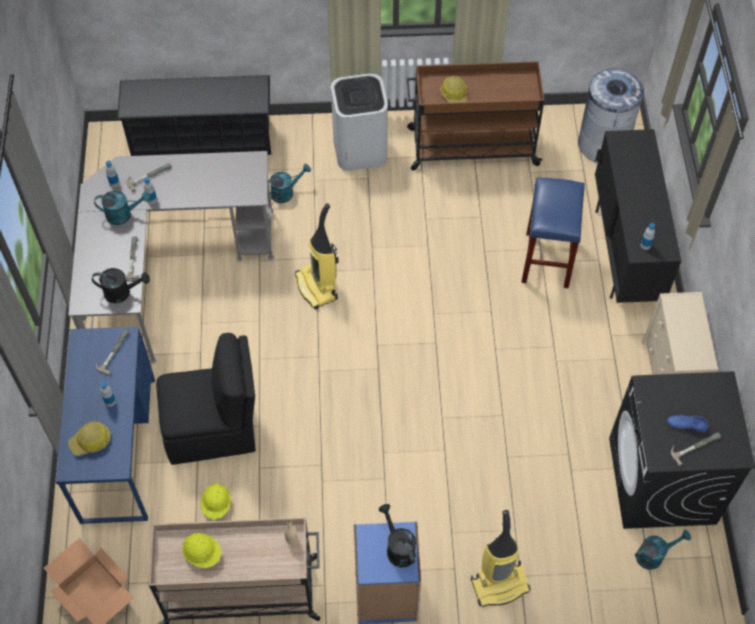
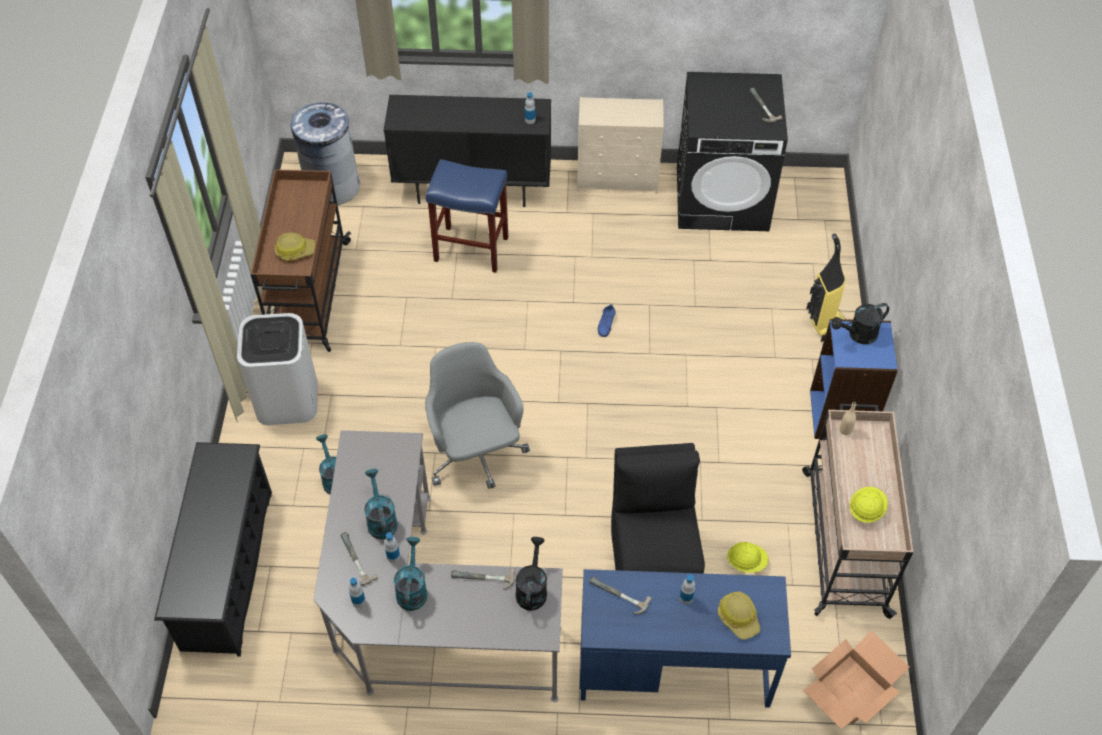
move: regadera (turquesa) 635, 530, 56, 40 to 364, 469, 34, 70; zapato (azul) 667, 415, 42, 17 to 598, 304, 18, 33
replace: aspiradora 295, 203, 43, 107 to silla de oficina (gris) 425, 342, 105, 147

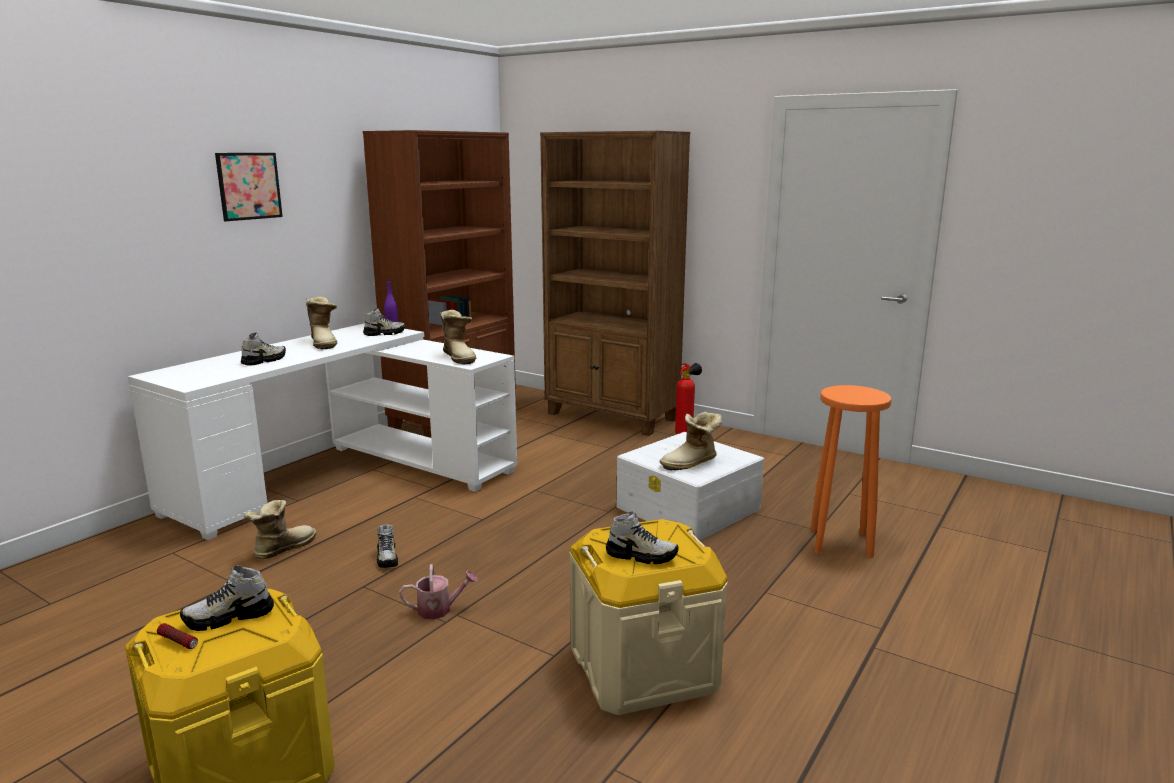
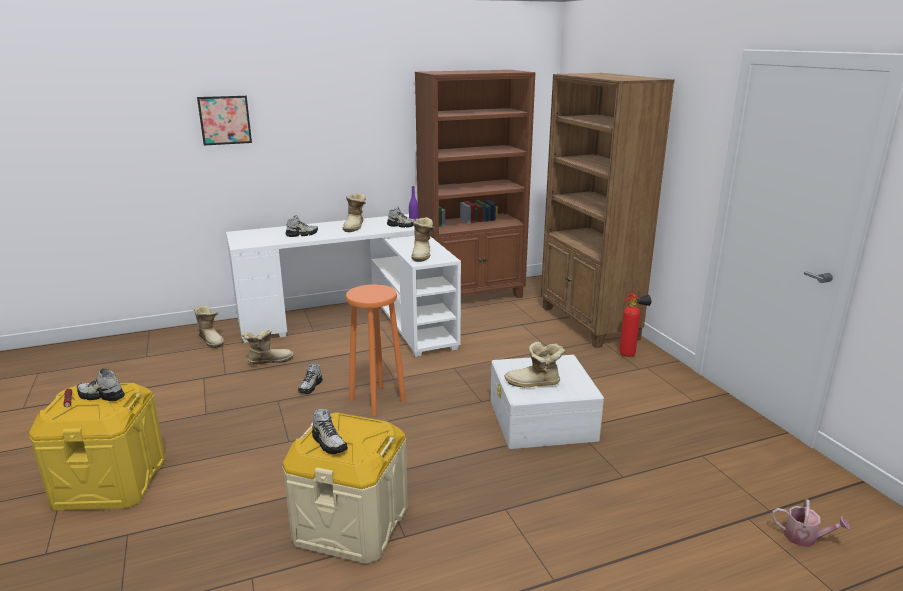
insert: bota 194, 305, 31, 43
move: cuadro 215, 153, 68, 68 to 197, 96, 55, 50; regadera 399, 564, 79, 56 to 772, 499, 78, 48; taburete (naranja) 811, 385, 80, 173 to 346, 284, 60, 132

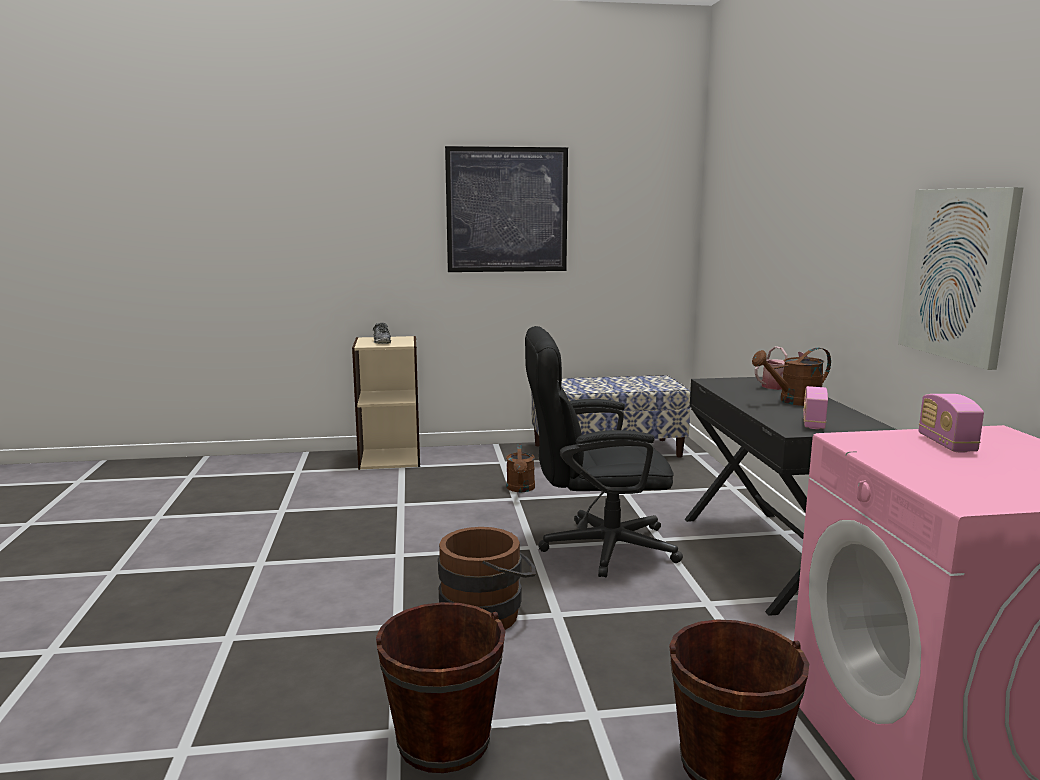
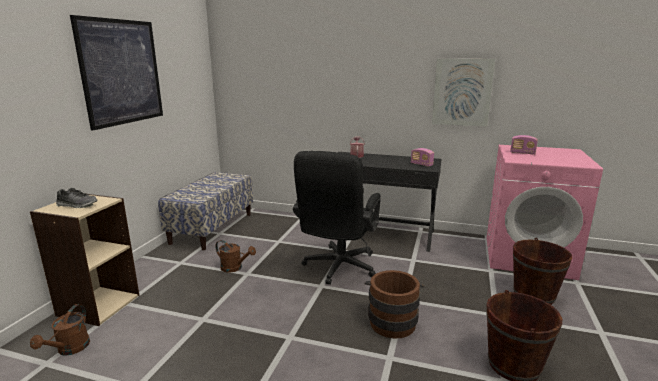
move: regadera (marrón) 752, 348, 79, 58 to 30, 304, 60, 52

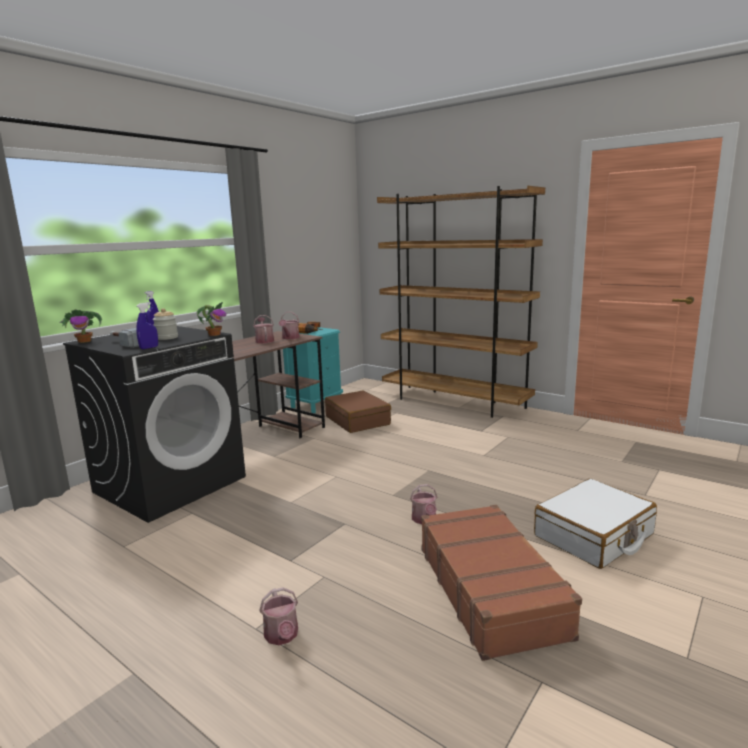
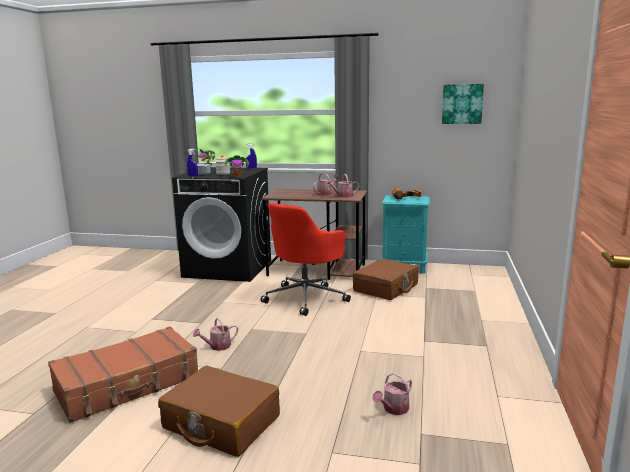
delete: estantería (marrón) 377, 186, 168, 232
insert: silla de oficina (rojo) 261, 203, 90, 113; cuadro 442, 84, 42, 40
move: regadera 259, 587, 39, 58 to 372, 373, 40, 42
recolor: maleta (blanco) 534, 479, 123, 90 to maleta (marrón) 158, 366, 122, 91

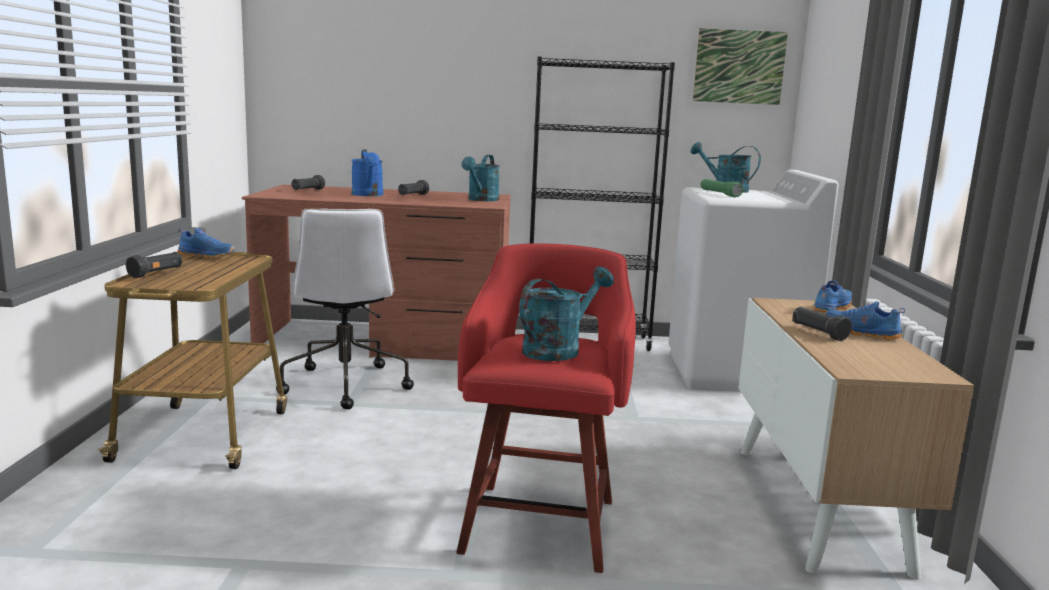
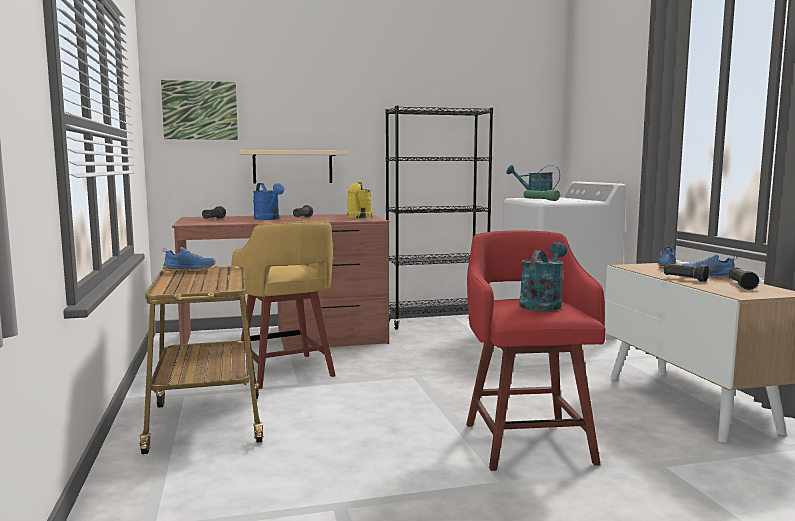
insert: estante (beis) 240, 150, 109, 34
move: linterna (negro) 126, 252, 57, 26 to 729, 268, 30, 22; cuadro 693, 28, 95, 77 to 161, 80, 77, 60
replace: silla de oficina (blanco) 276, 208, 138, 201 to taburete (amarillo) 231, 221, 105, 168
recolor: regadera (turquesa) 461, 155, 39, 46 to regadera (amarillo) 347, 182, 25, 36

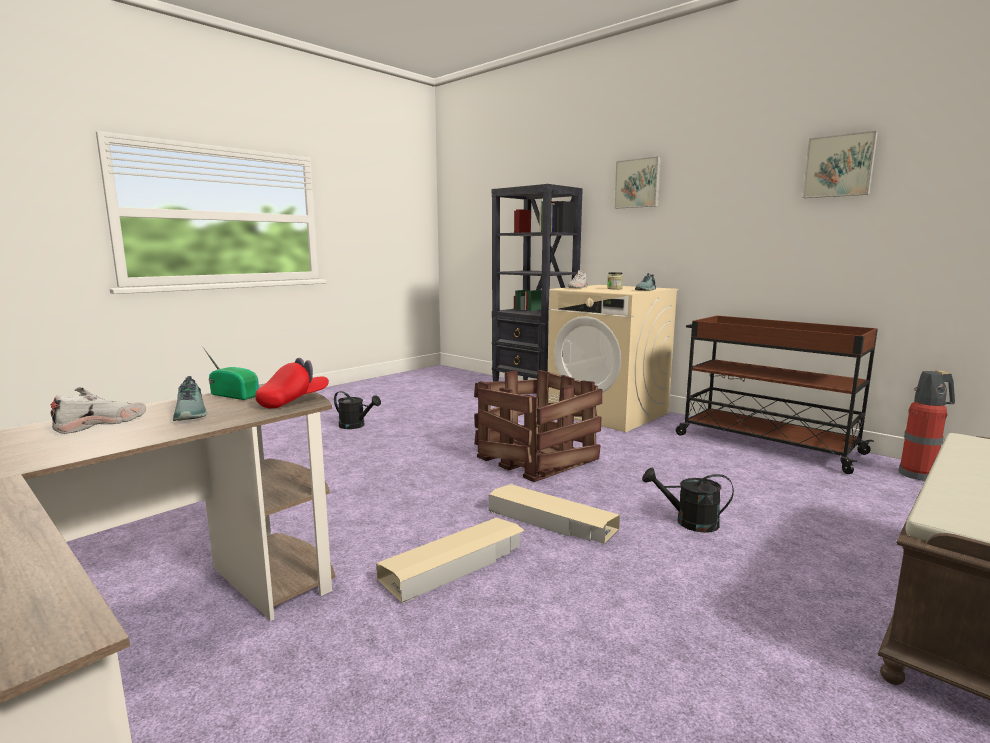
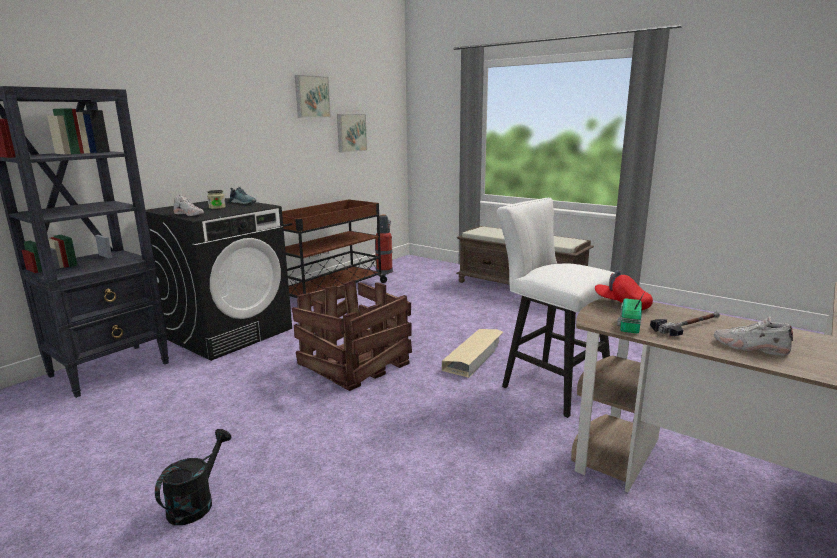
delete: regadera (negro) 642, 468, 92, 65
move: cuadro 614, 156, 47, 52 to 337, 114, 30, 39
replace: zapato 173, 376, 35, 45 to martillo 650, 312, 70, 24; caja de almacenaje (beis) 377, 518, 148, 85 to taburete (blanco) 497, 198, 118, 220
recolor: lavadora (beis) 548, 285, 130, 147 to lavadora (negro) 146, 198, 146, 163

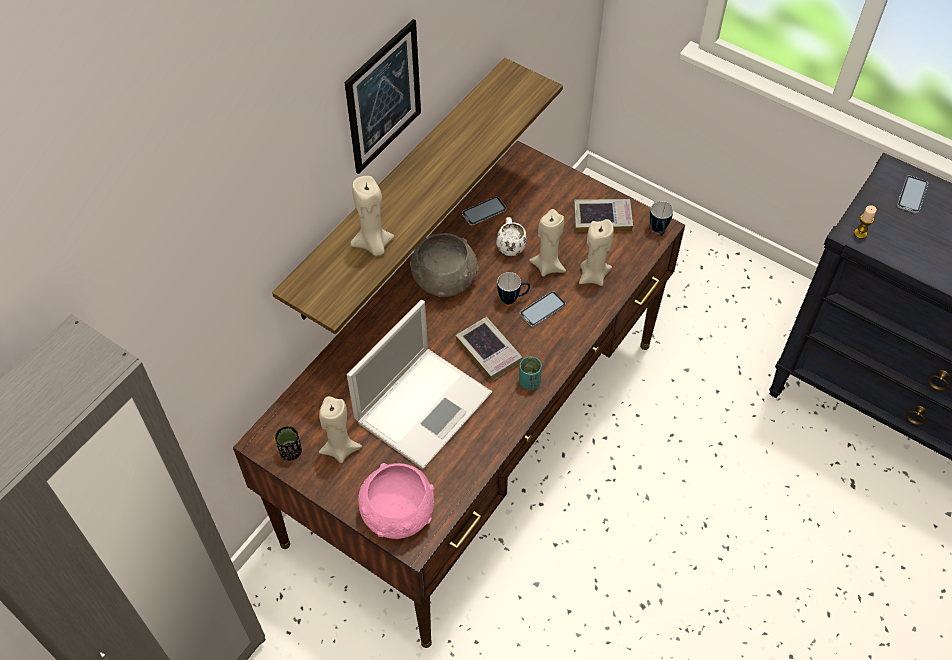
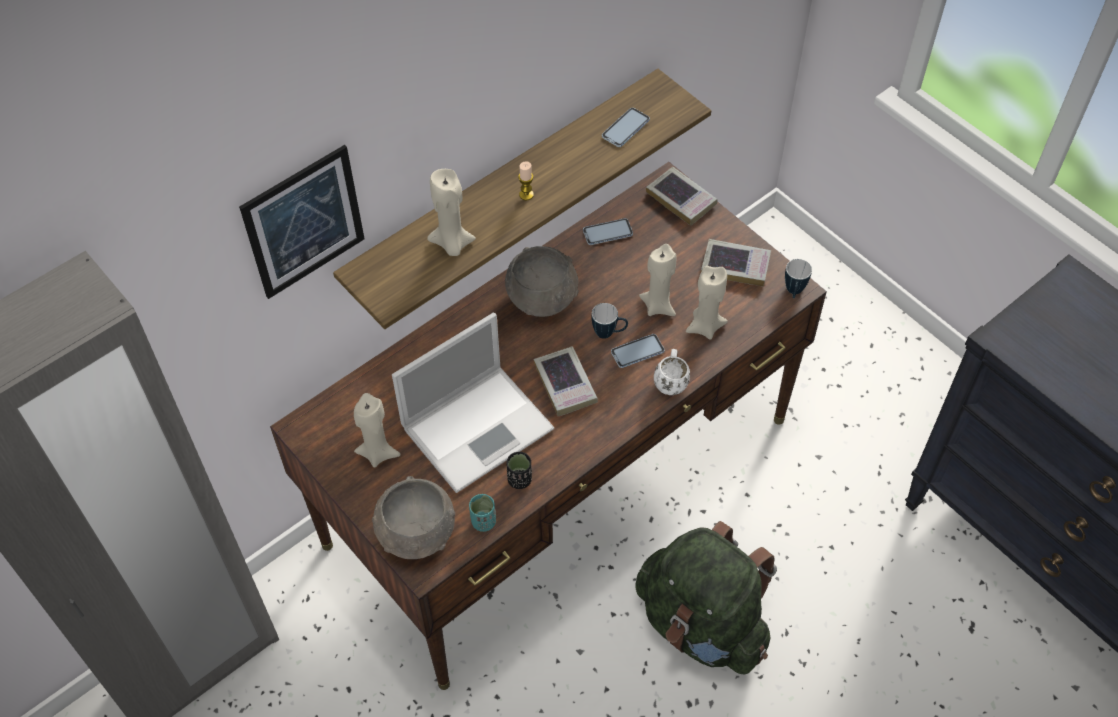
insert: mochila (verde) 636, 521, 141, 153; libro 646, 167, 71, 59
move: taza (negro) 275, 426, 27, 35 to 506, 452, 26, 37; cuadro 344, 19, 77, 155 to 239, 145, 126, 154; taza grande (blanco) 496, 217, 31, 39 to 654, 349, 36, 46; taza (turquesa) 519, 356, 23, 34 to 469, 494, 27, 38; vela 854, 205, 23, 34 to 518, 161, 16, 39; móvil 897, 176, 31, 37 to 602, 108, 48, 39
recolor: cuenco (rosa) 358, 463, 77, 76 to cuenco (gris) 372, 476, 83, 83

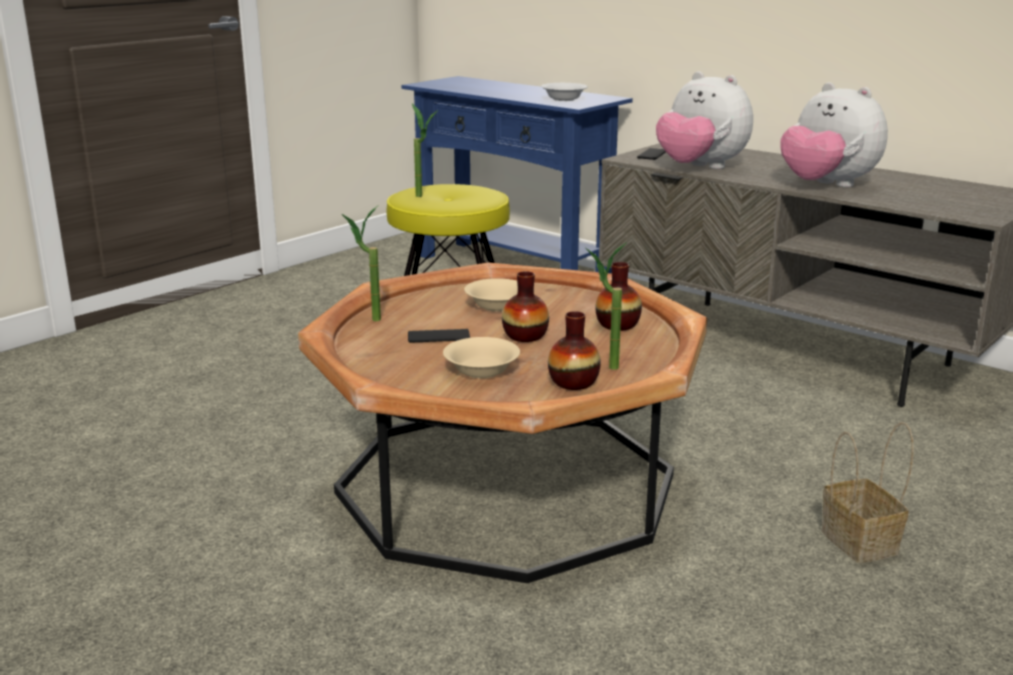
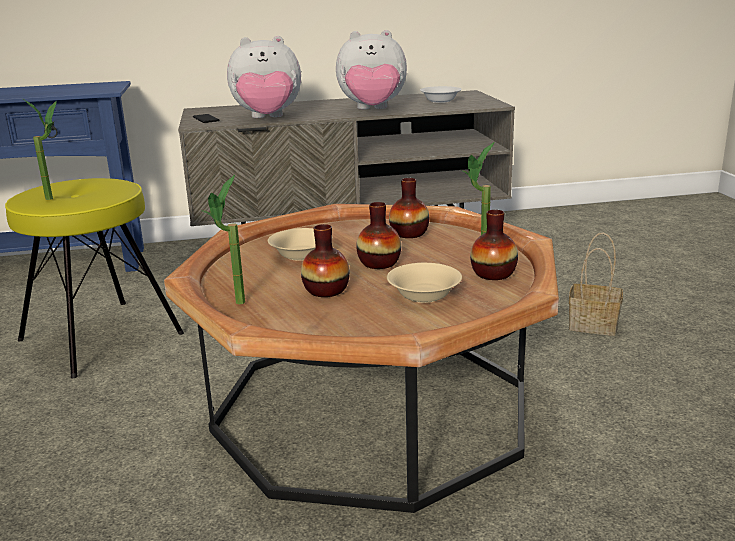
move: cuenco (blanco) 541, 83, 47, 18 to 420, 86, 42, 17
replace: móvil 408, 329, 62, 14 to florero 301, 224, 49, 73

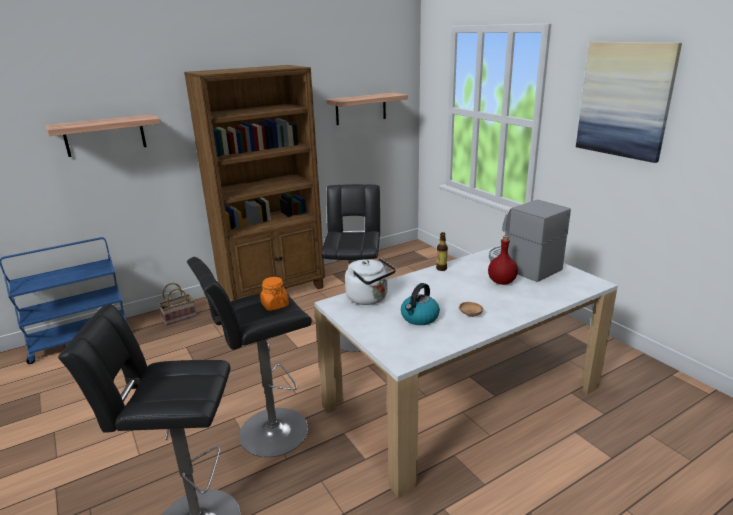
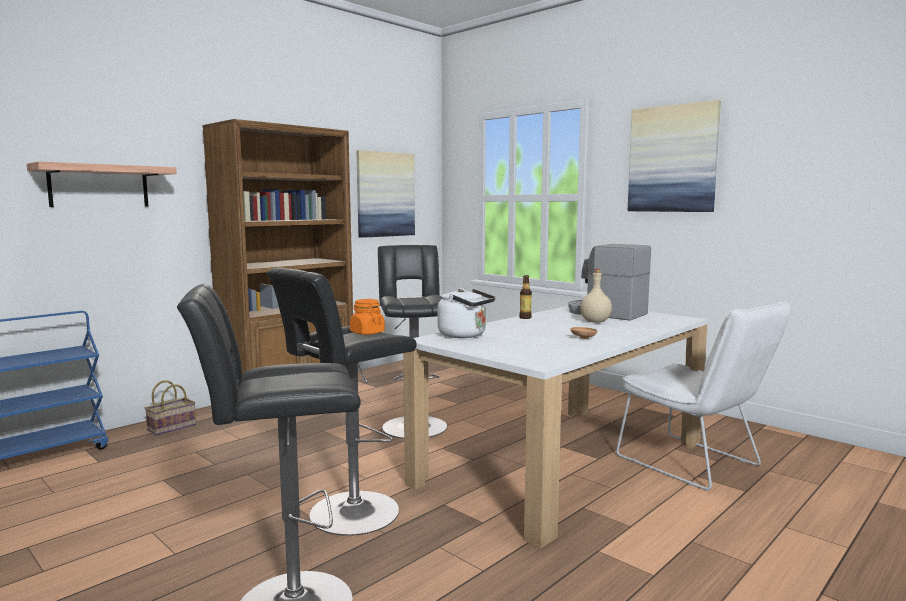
delete: hervidor 401, 283, 39, 42
insert: silla (blanco) 616, 300, 175, 190
replace: estante 327, 92, 81, 33 to cuadro 356, 150, 59, 88
recolor: botella (rojo) 488, 236, 30, 49 to botella (beis) 580, 269, 32, 54

